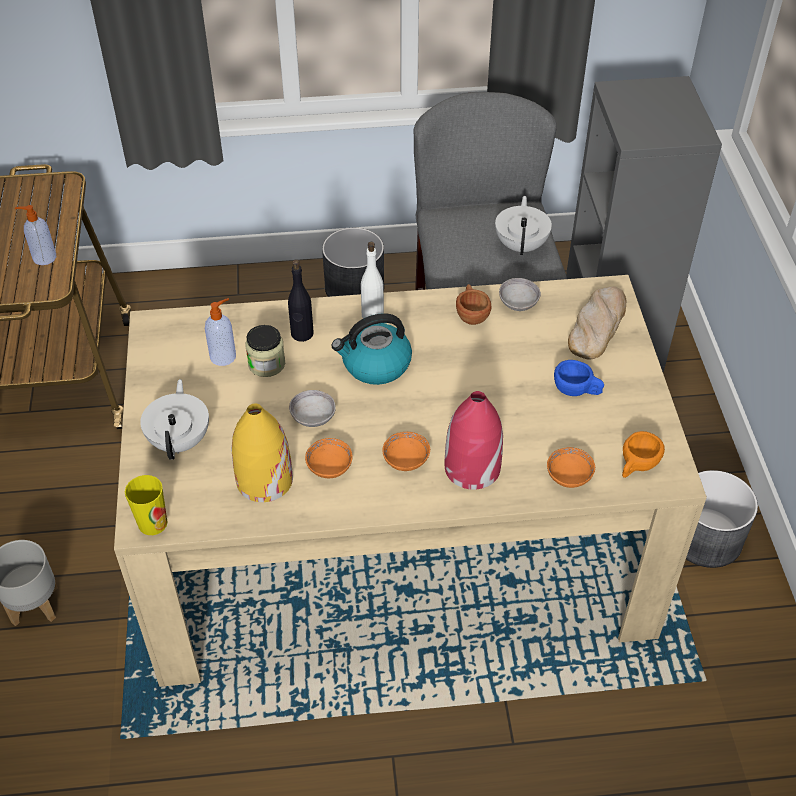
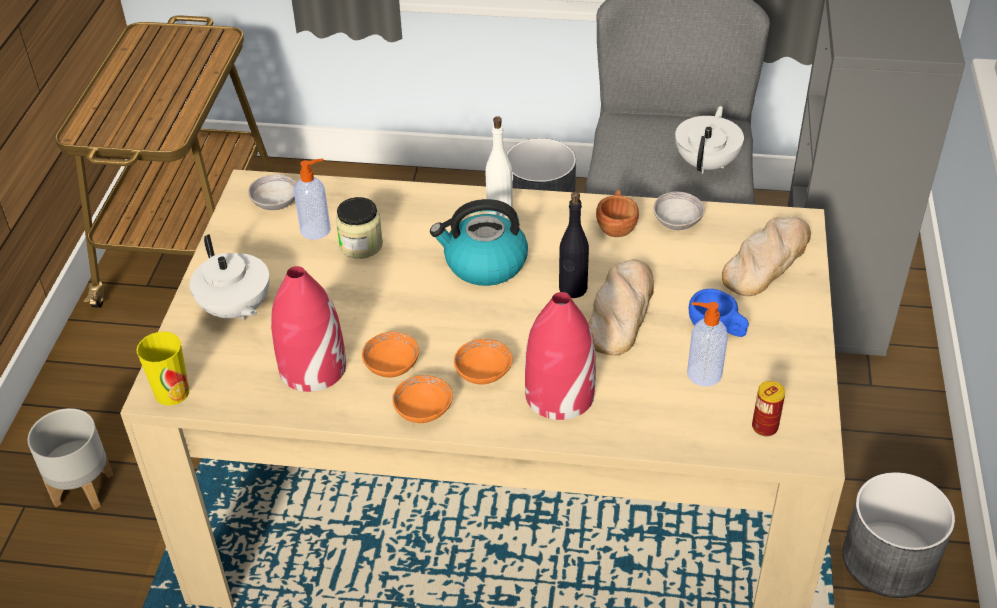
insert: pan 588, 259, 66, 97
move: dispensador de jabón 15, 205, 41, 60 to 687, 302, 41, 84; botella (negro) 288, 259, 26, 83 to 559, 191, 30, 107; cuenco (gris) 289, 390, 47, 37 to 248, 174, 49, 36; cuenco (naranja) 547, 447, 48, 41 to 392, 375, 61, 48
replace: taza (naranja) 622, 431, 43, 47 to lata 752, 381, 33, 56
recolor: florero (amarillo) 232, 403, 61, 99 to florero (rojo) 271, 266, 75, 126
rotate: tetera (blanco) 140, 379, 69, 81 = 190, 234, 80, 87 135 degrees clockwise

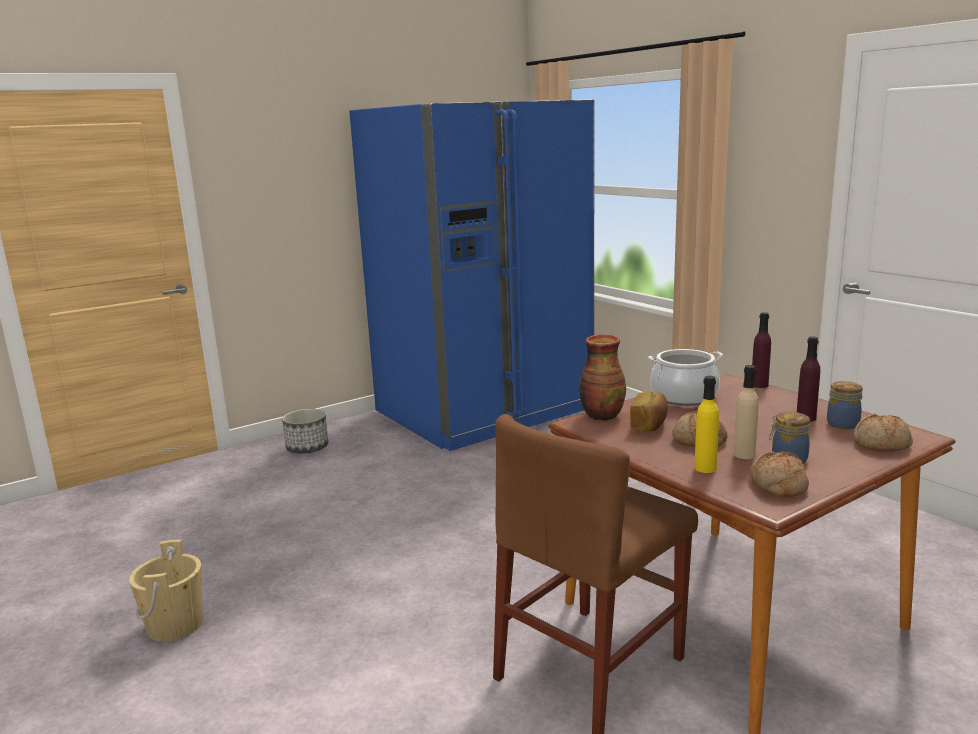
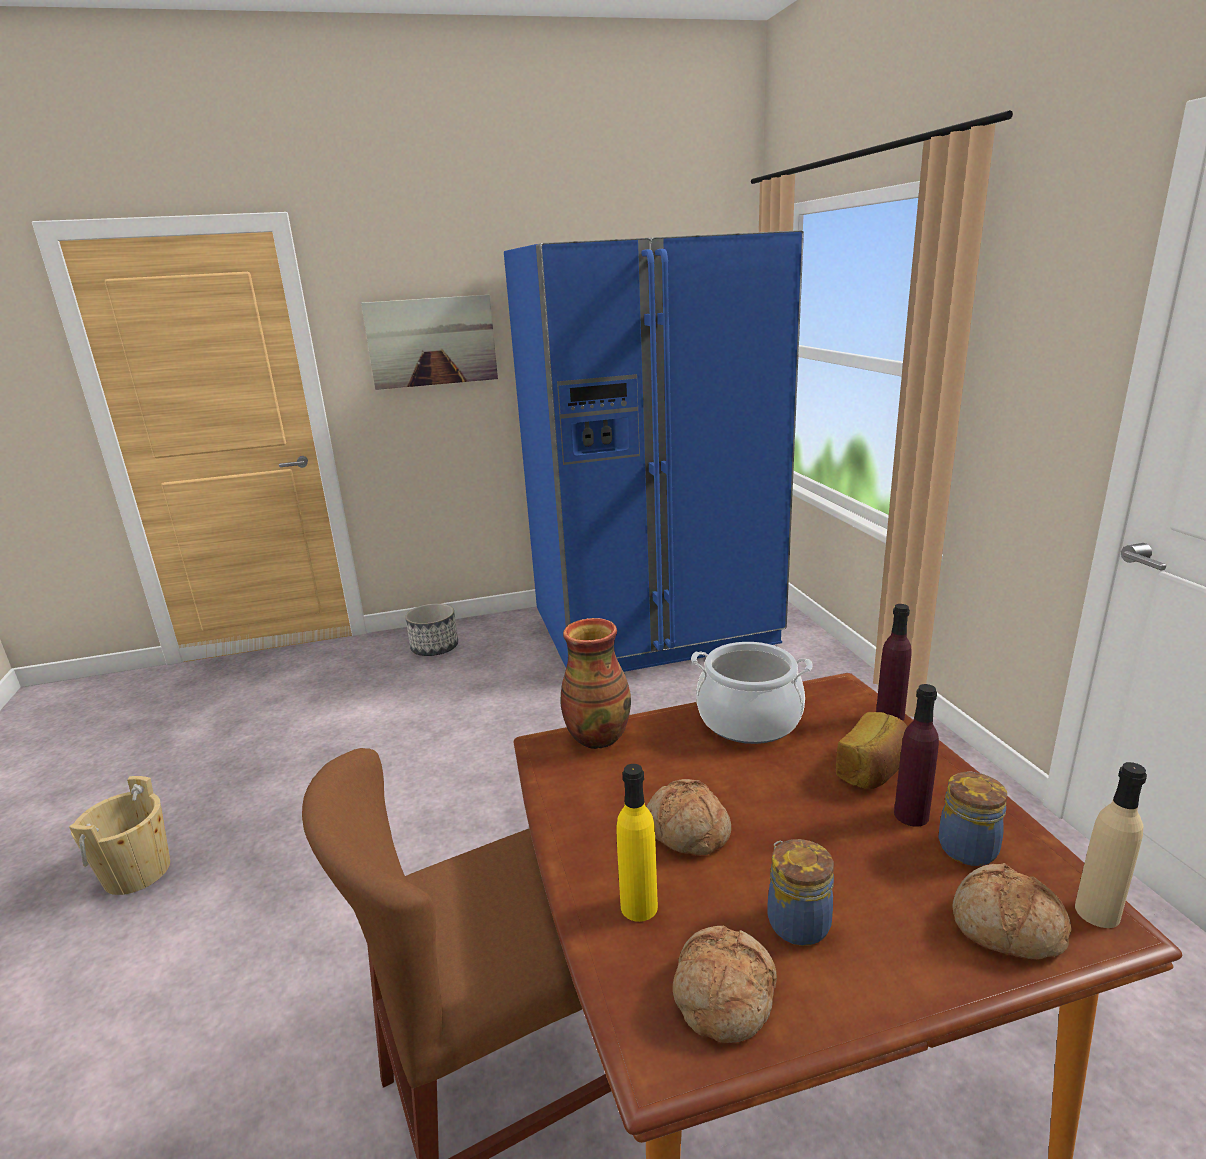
insert: cuadro 361, 295, 137, 95
move: pan 630, 391, 38, 41 to 836, 712, 72, 77; botella (beis) 734, 365, 25, 94 to 1075, 762, 72, 166

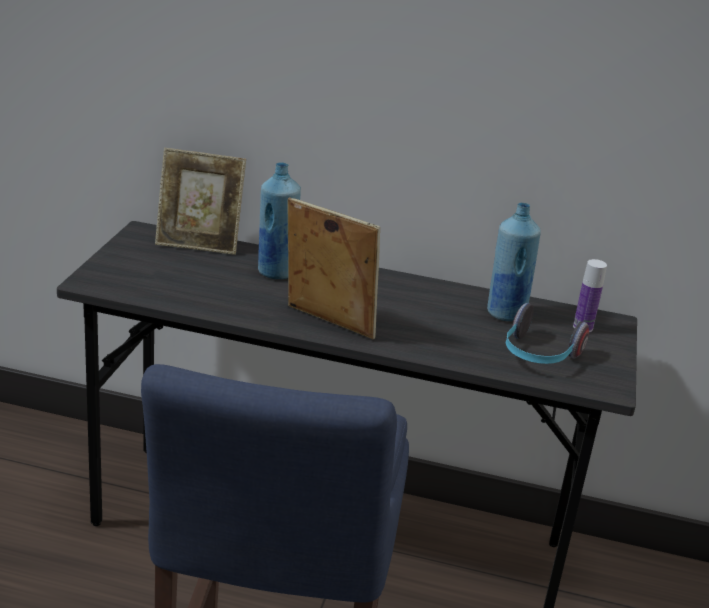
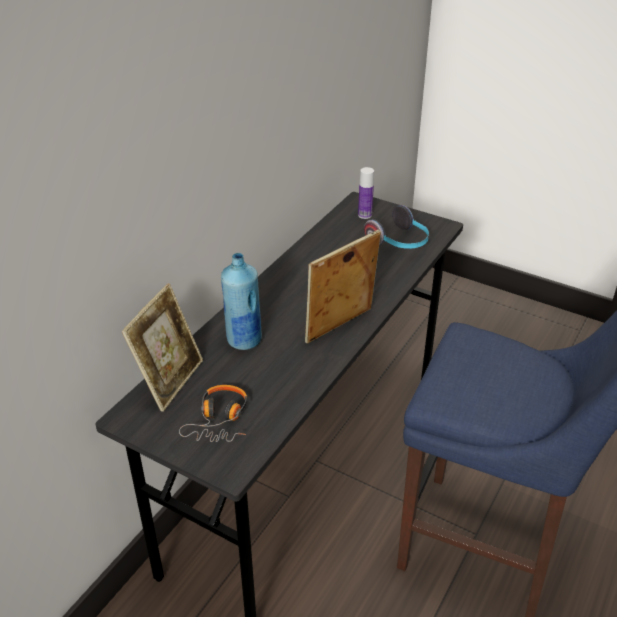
delete: botella (azul) 487, 203, 54, 118
insert: auriculares 179, 385, 68, 57

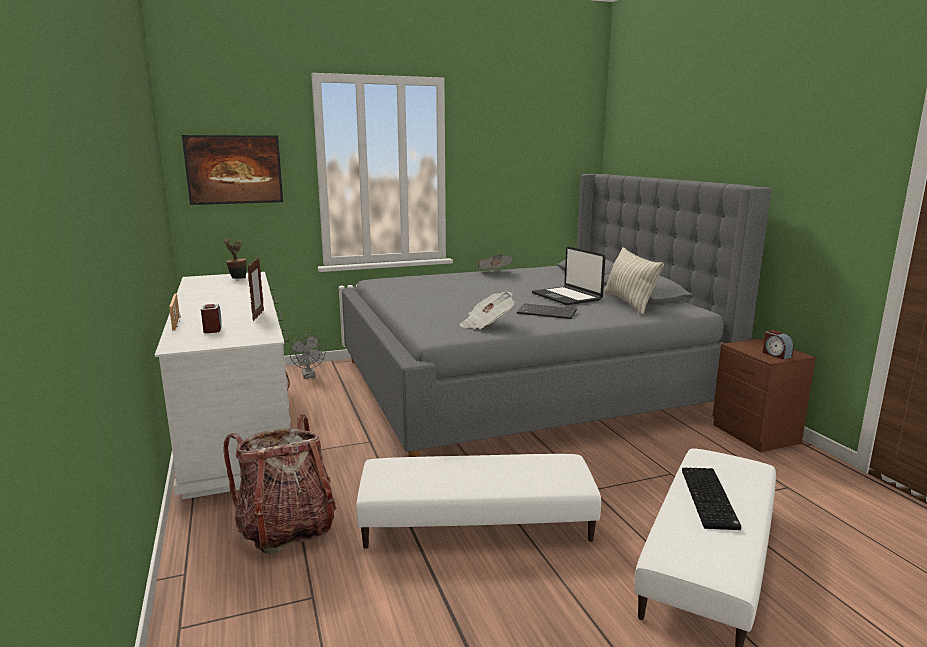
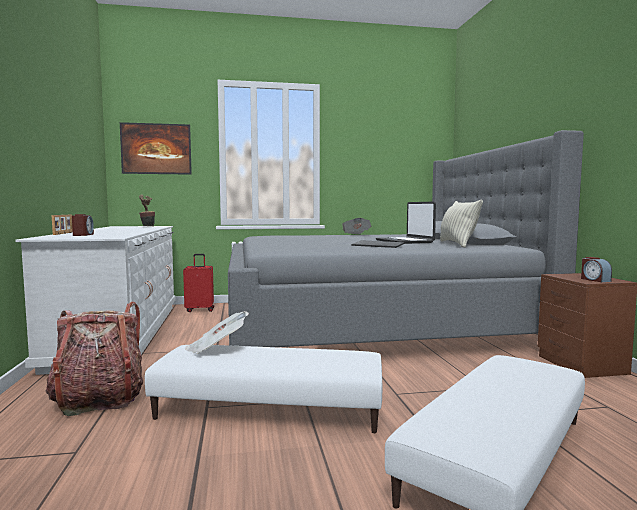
delete: portarretratos 247, 257, 17, 64; teclado 682, 467, 59, 63
move: periódico 460, 292, 54, 37 to 185, 311, 64, 43
replace: ventilador (gris) 289, 334, 36, 45 to maleta (rojo) 183, 254, 31, 58

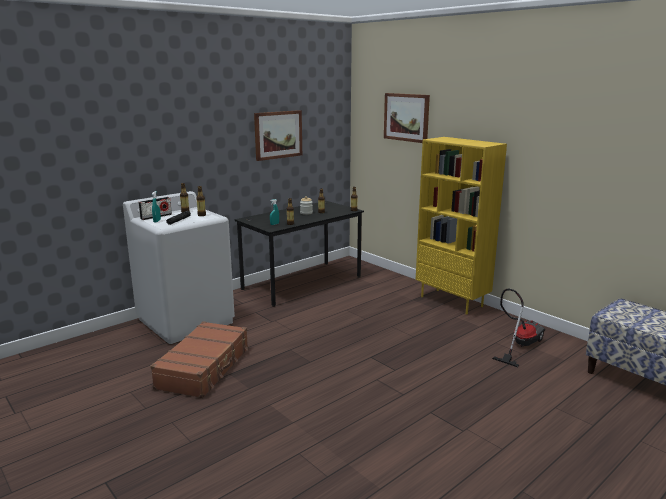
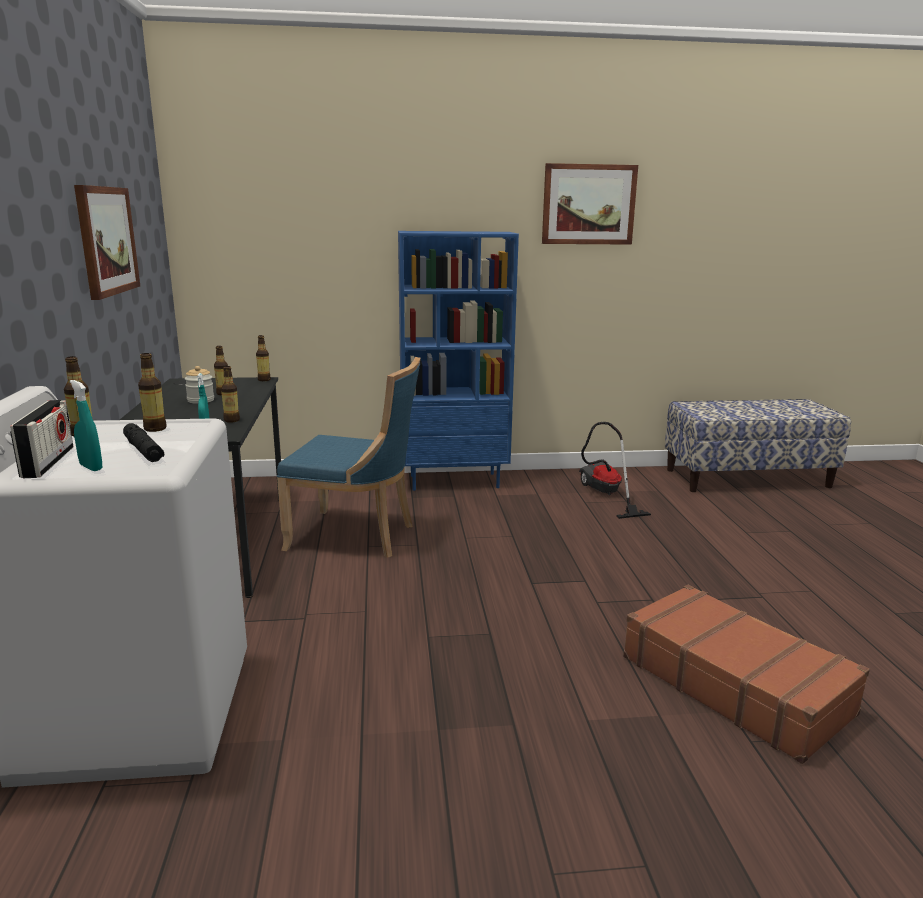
insert: silla (azul) 277, 357, 144, 201
move: maleta (marrón) 150, 321, 98, 77 to 623, 585, 247, 179; cuadro 384, 93, 46, 50 to 542, 163, 96, 82
recolor: estantería (amarillo) 416, 137, 91, 178 to estantería (azul) 398, 231, 121, 260

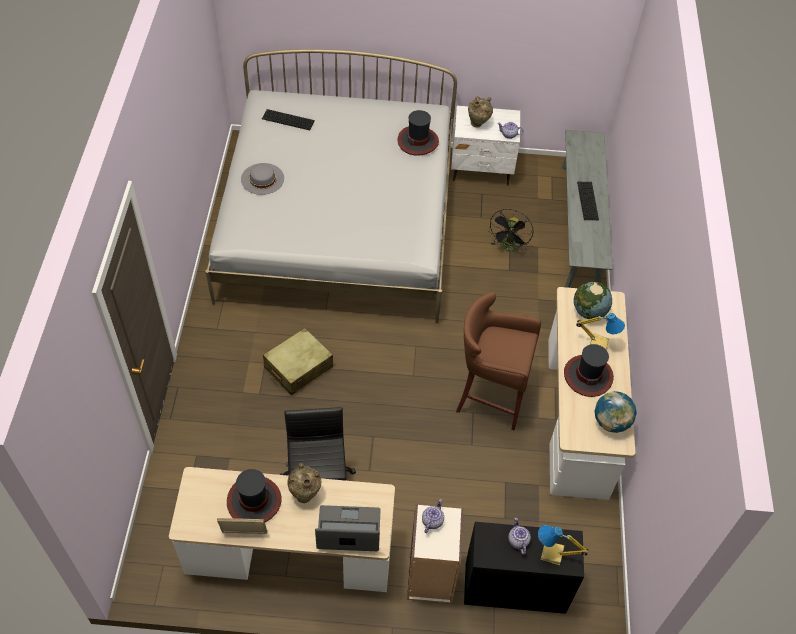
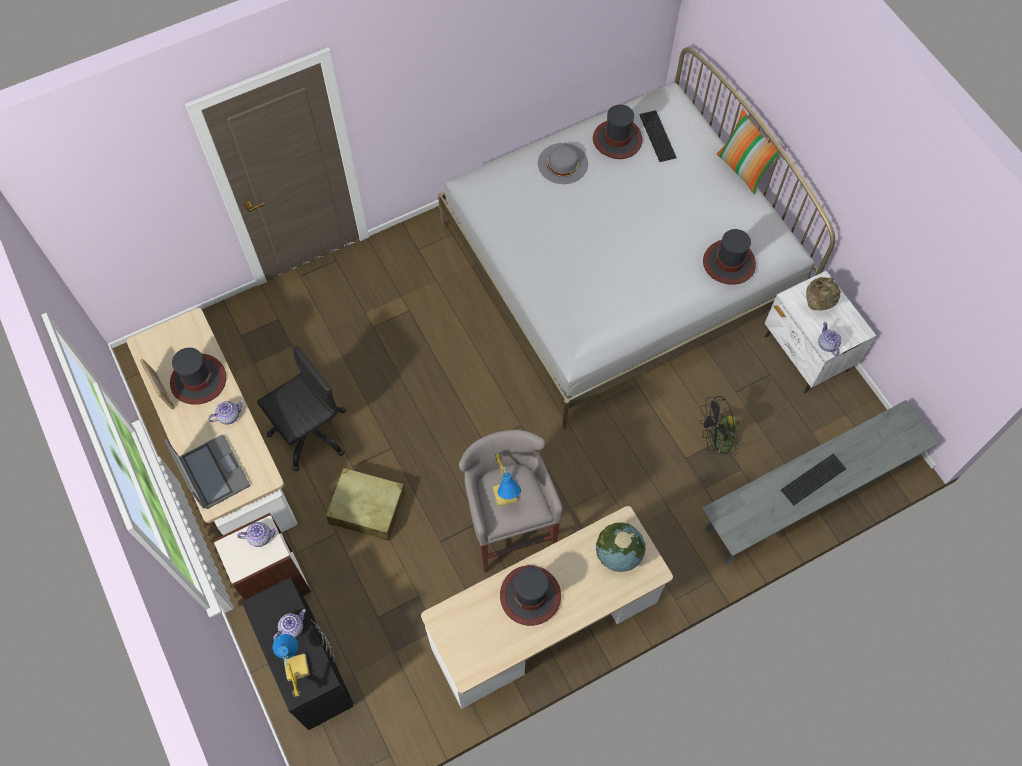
delete: globo terráqueo 594, 391, 43, 42
insert: sombrero 593, 105, 49, 54; cojín 717, 109, 63, 85
move: maleta (beis) 263, 328, 70, 67 to 326, 467, 79, 74; lámpara de mesa 576, 313, 49, 37 to 493, 453, 28, 54
replace: florero (beis) 287, 463, 34, 40 to tetera 208, 400, 35, 25
recolor: taburete (marrón) 456, 292, 85, 139 to taburete (gris) 459, 430, 104, 143

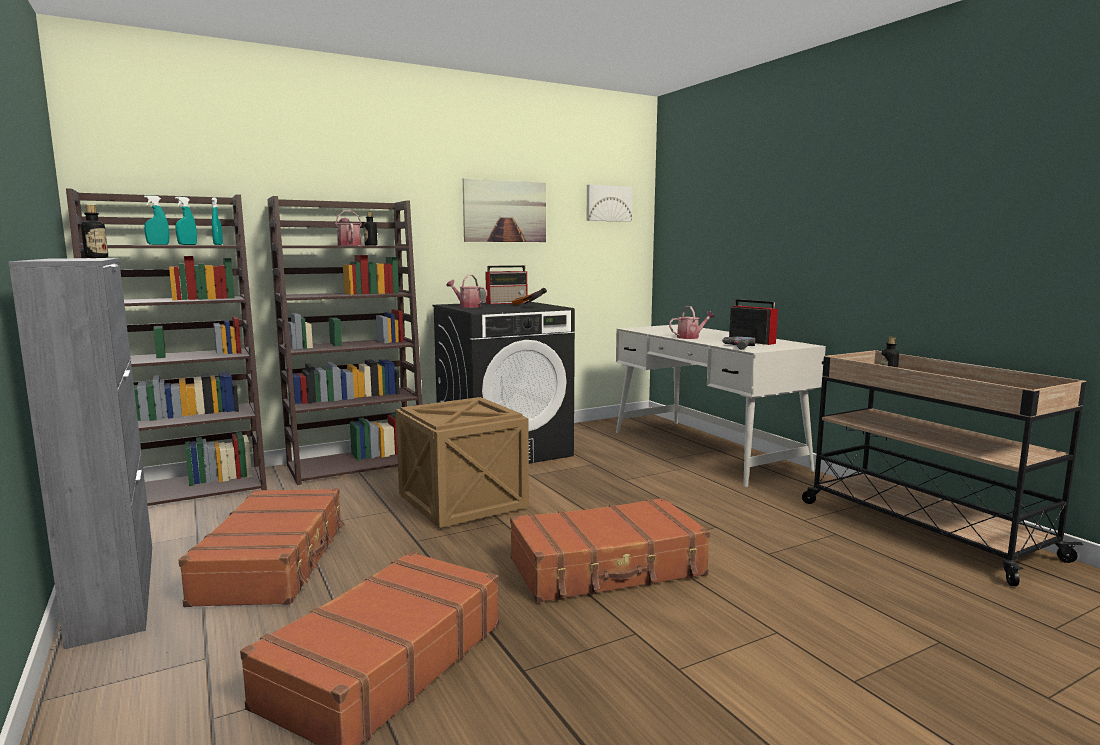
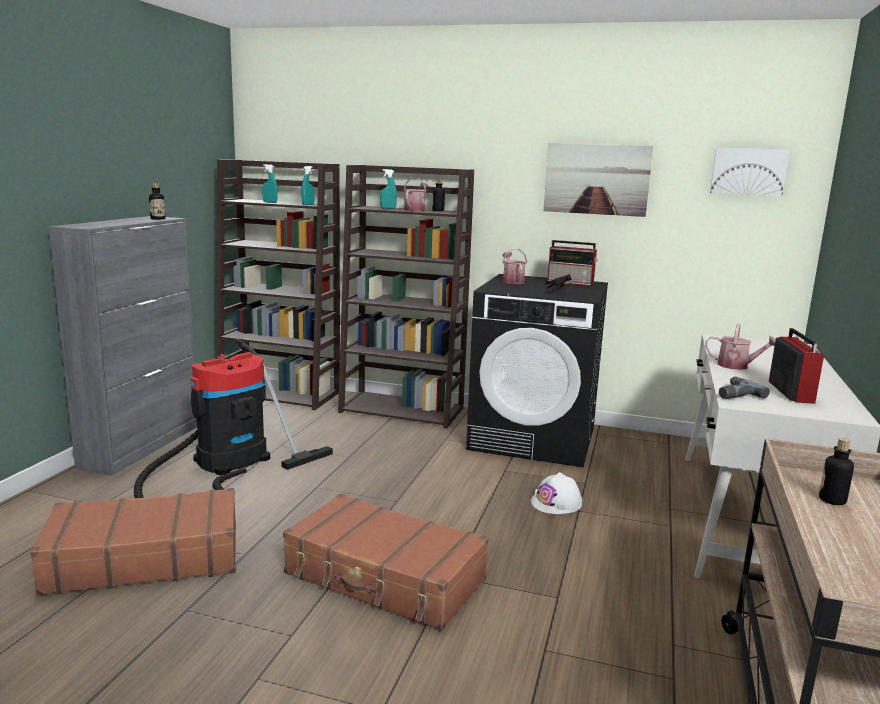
delete: caja de embalaje 396, 397, 133, 131
insert: casco (blanco) 531, 472, 51, 42
move: pulverizador (turquesa) 175, 196, 22, 49 to 380, 169, 17, 40
replace: maleta (marrón) 178, 488, 167, 119 to aspiradora 134, 339, 199, 159

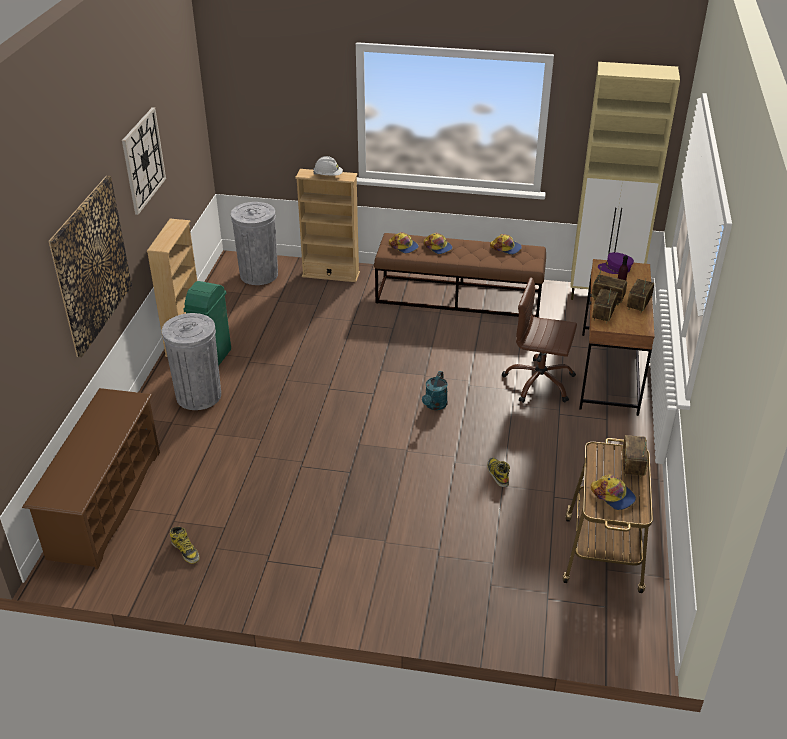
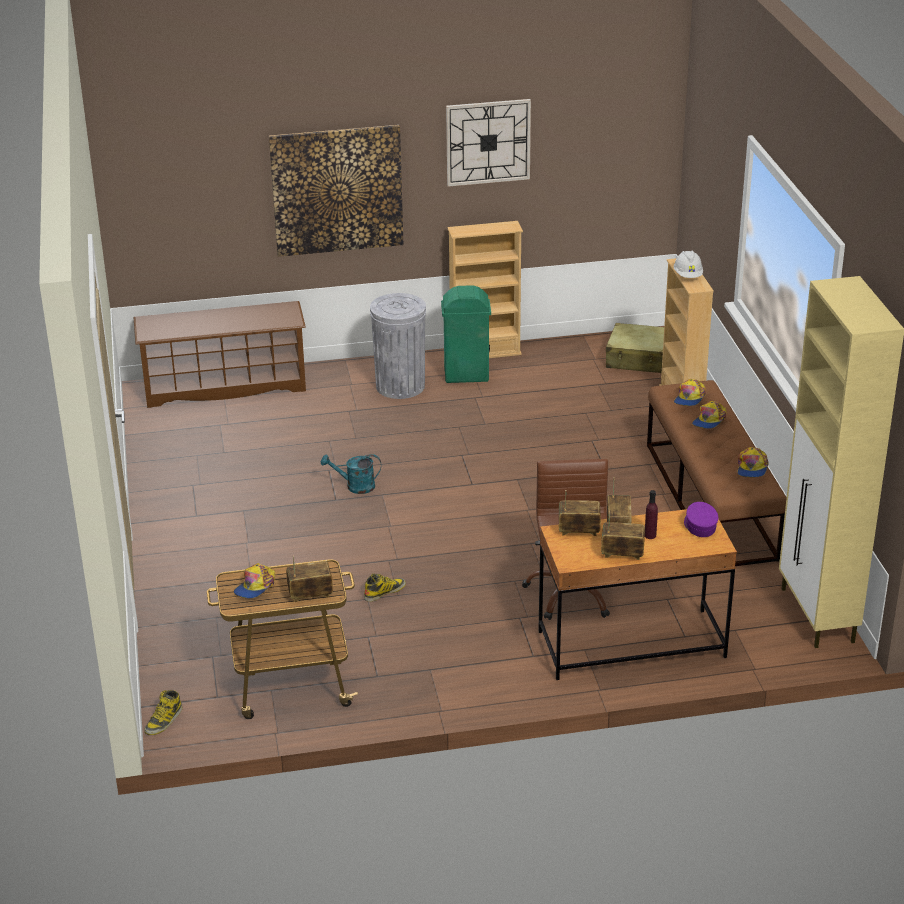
move: bota 170, 527, 30, 37 to 144, 690, 38, 45; regadera (turquesa) 422, 371, 26, 39 to 321, 454, 60, 40
replace: papelera (gris) 231, 202, 47, 83 to maleta (beis) 606, 323, 58, 50

